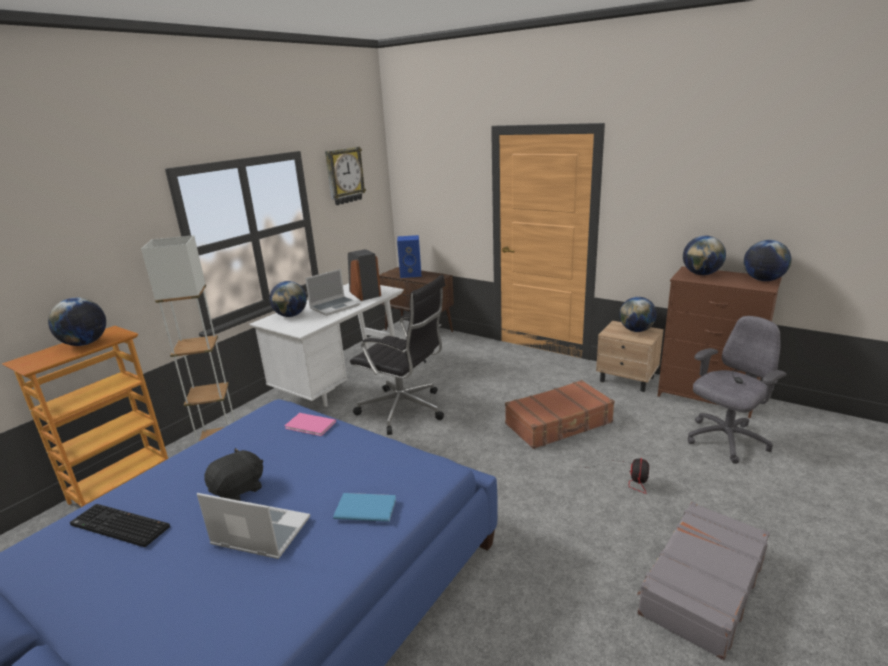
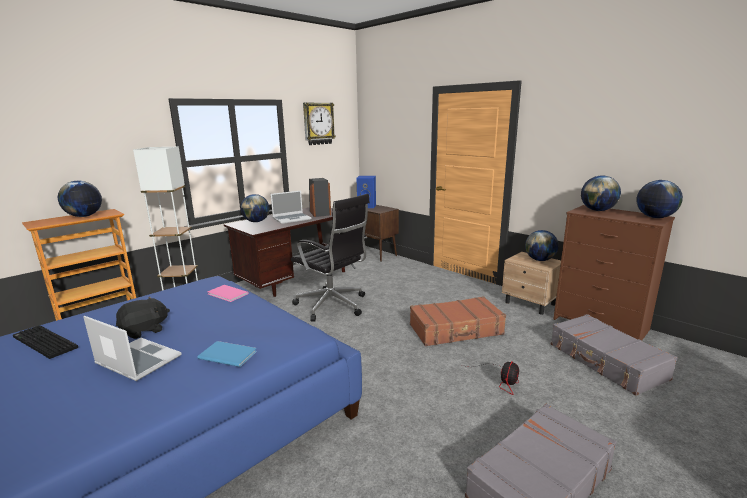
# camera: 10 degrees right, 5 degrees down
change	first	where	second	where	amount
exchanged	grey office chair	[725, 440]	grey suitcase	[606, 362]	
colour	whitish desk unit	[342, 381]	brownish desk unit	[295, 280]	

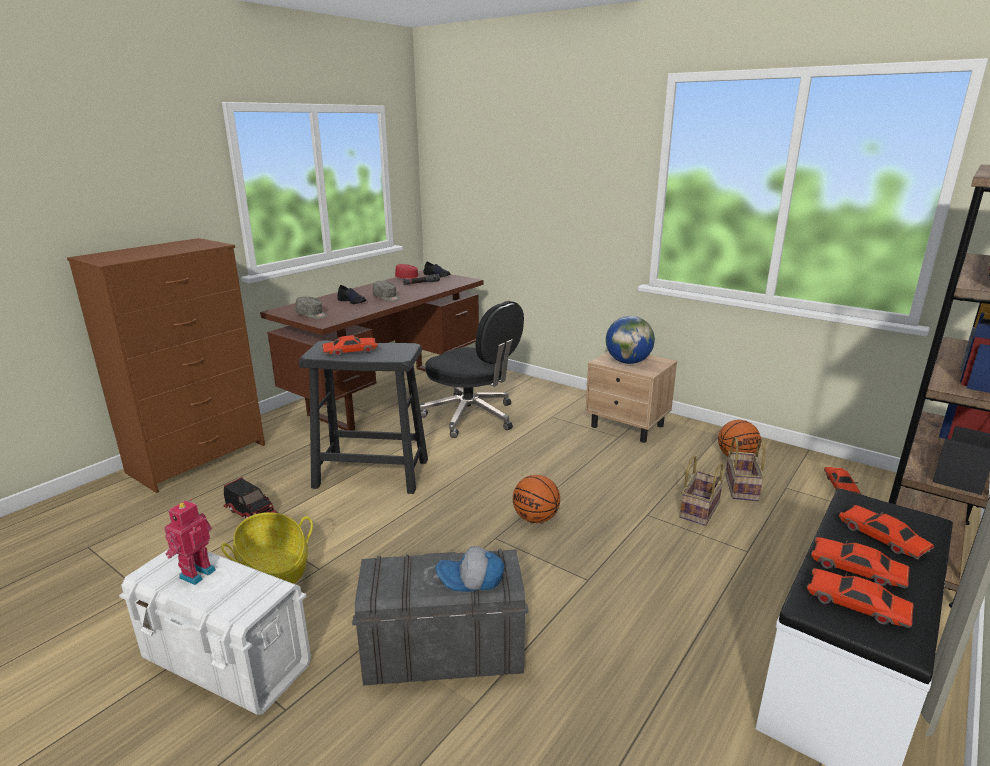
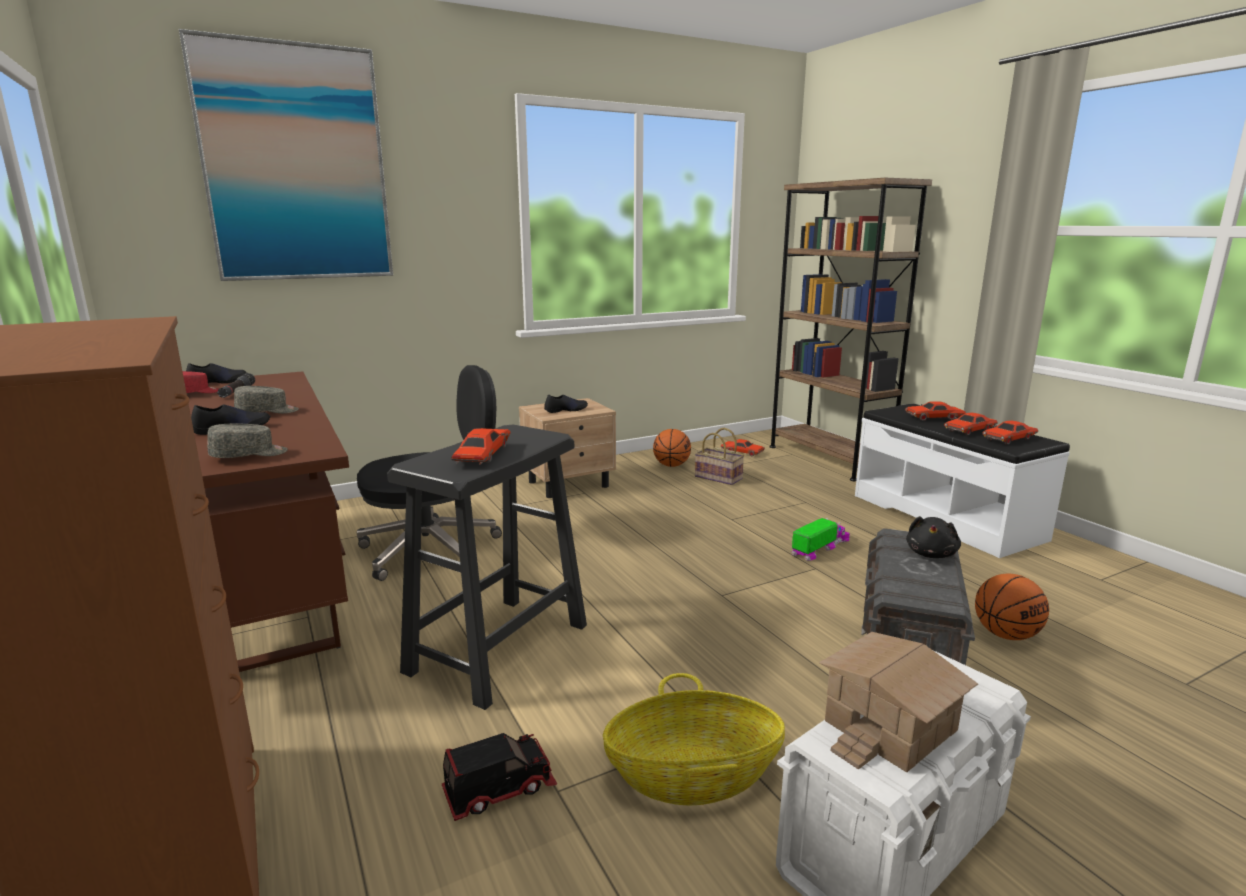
# camera: 65 degrees left, 5 degrees down
change	first	where	second	where	amount
missing	basket	[698, 509]			
appeared			wall art	[296, 165]	
appeared			toy truck	[820, 548]	
relocated	basketball	[535, 518]		[1006, 635]	
exchanged	model robot	[196, 573]	model house	[893, 727]	
exchanged	cap	[470, 579]	black soft toy	[931, 554]	
exchanged	world globe	[628, 362]	black item of footwear	[566, 410]	

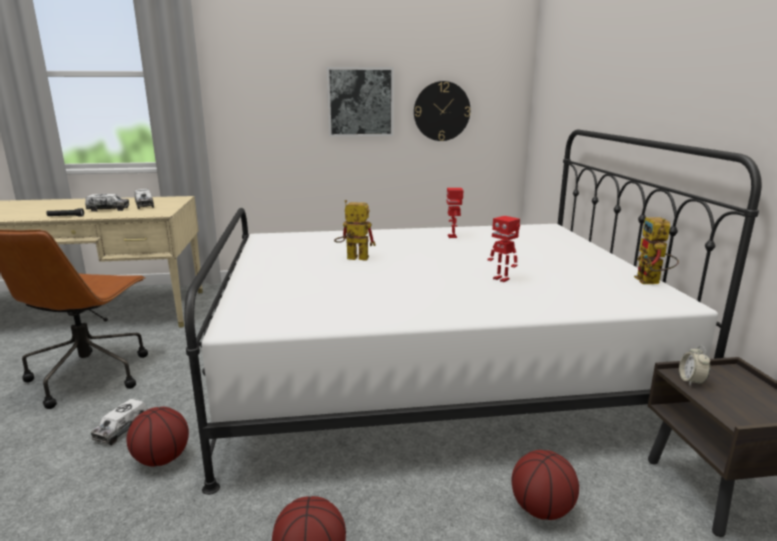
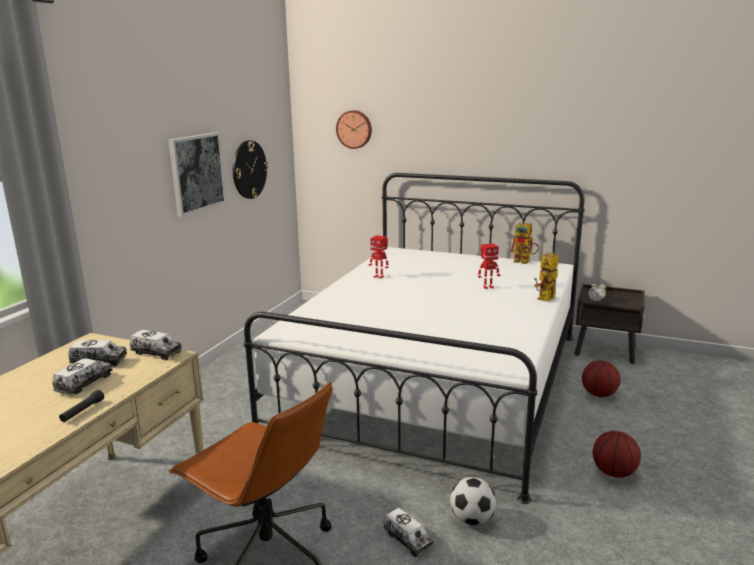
# camera: 60 degrees left, 0 degrees up
change	first	where	second	where	amount
appeared			toy truck	[156, 353]	
appeared			wall clock	[354, 129]	
relocated	model robot	[352, 258]		[546, 300]	
exchanged	basketball	[162, 459]	football ball	[472, 519]	

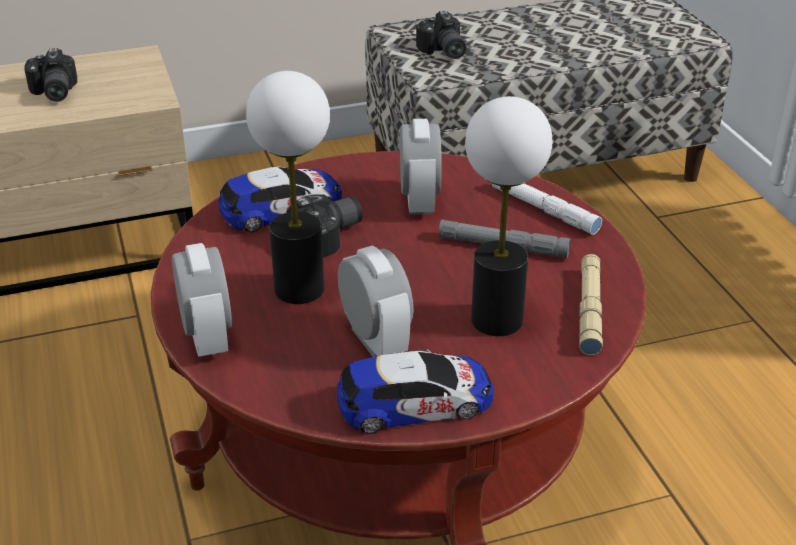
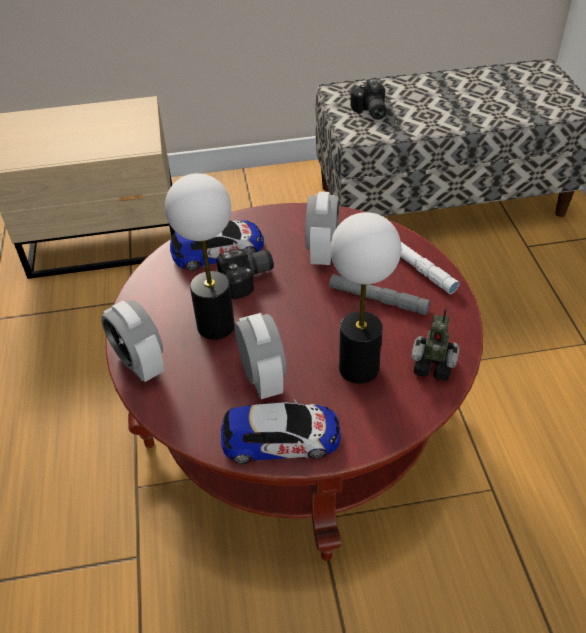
# camera: 10 degrees right, 10 degrees up
change	first	where	second	where	amount
missing	still camera	[52, 93]			
exchanged	sand-coloured flashlight	[589, 310]	model robot	[433, 366]	
spun	table clock	[207, 337]		[140, 364]	150 degrees clockwise

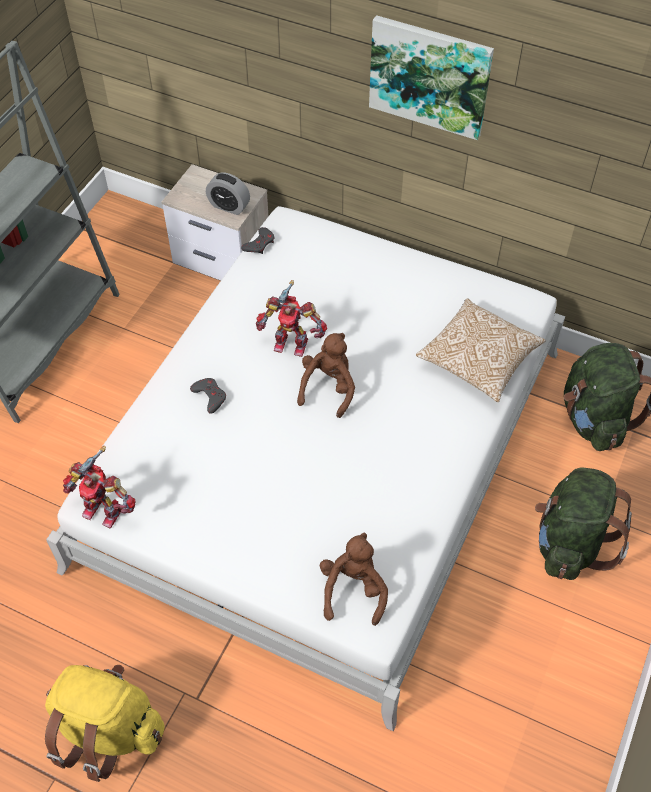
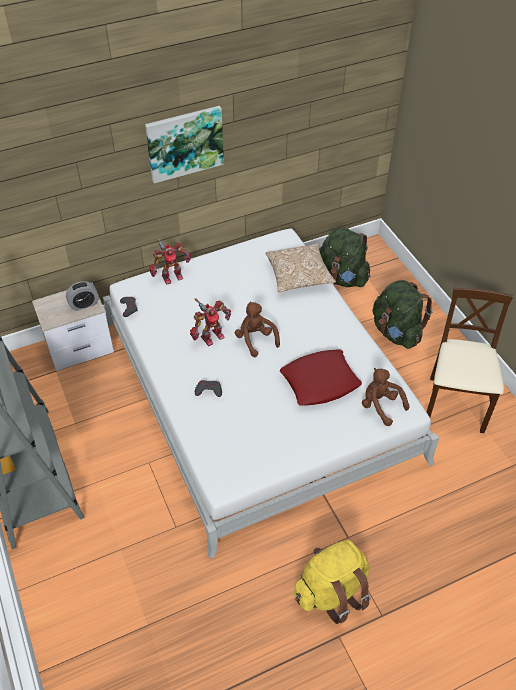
# camera: 50 degrees left, 5 degrees down
change	first	where	second	where	amount
appeared			reddish throw pillow	[320, 381]	
appeared			sand-coloured upright chair	[454, 405]	
relocated	model robot	[104, 509]		[171, 276]	

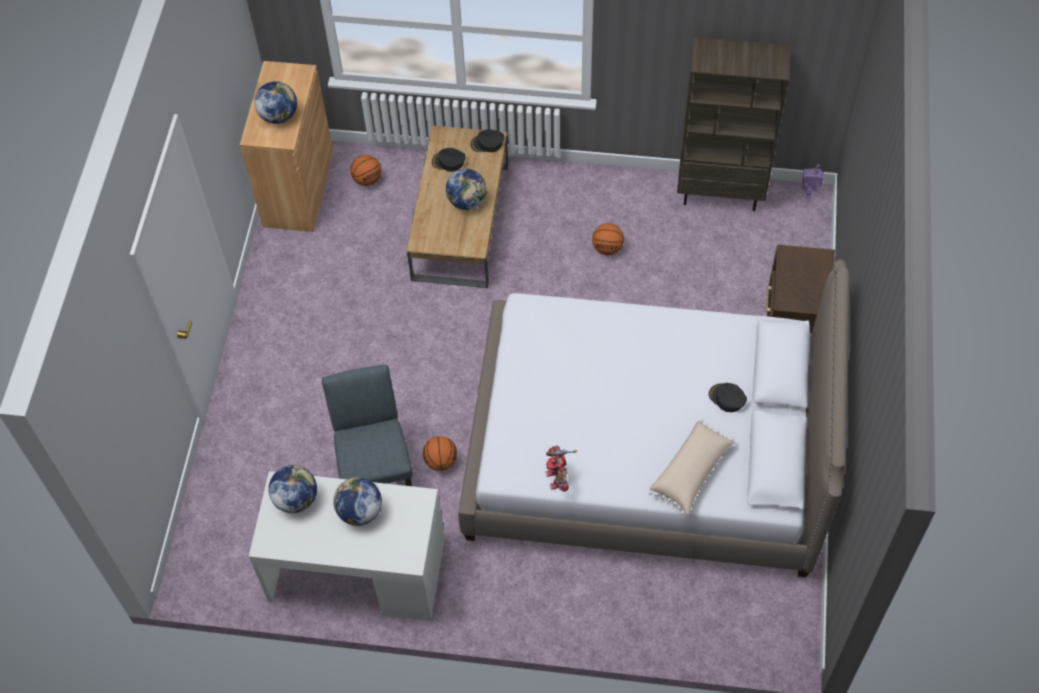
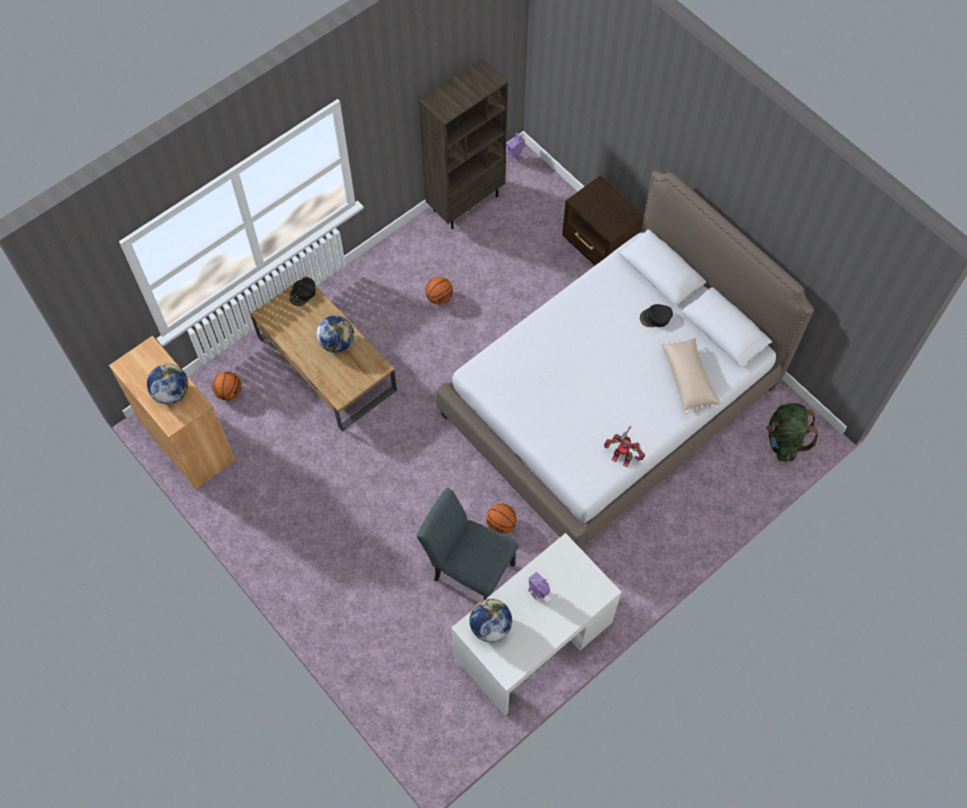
# camera: 50 degrees left, 5 degrees up
change	first	where	second	where	amount
missing	black cap	[448, 162]			
appeared			green-coloured backpack	[784, 440]	
exchanged	world globe	[360, 512]	model robot	[538, 593]	

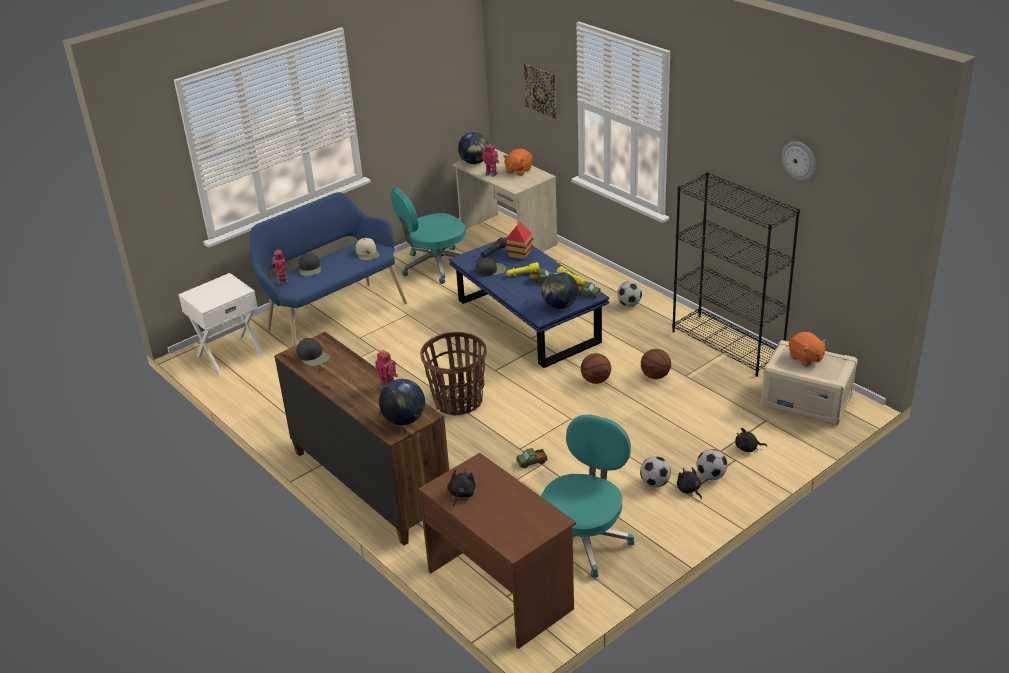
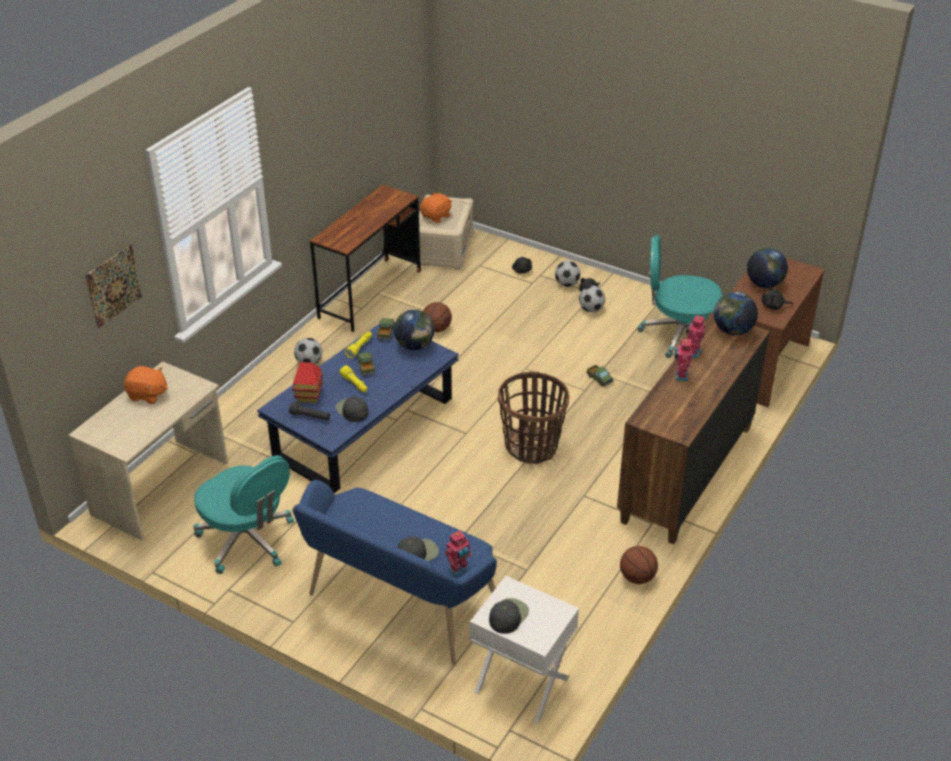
# camera: 110 degrees left, 5 degrees up
change	first	where	second	where	amount
missing	sand-coloured cap	[367, 253]			
missing	wall clock	[799, 160]			
relocated	black cap	[313, 356]		[508, 616]	
relocated	world globe	[474, 162]		[764, 284]	
relocated	model robot	[491, 173]		[680, 376]	
relocated	basketball	[596, 380]		[637, 577]	
exchanged	black shelving unit	[727, 345]	brownish desk unit	[370, 294]	

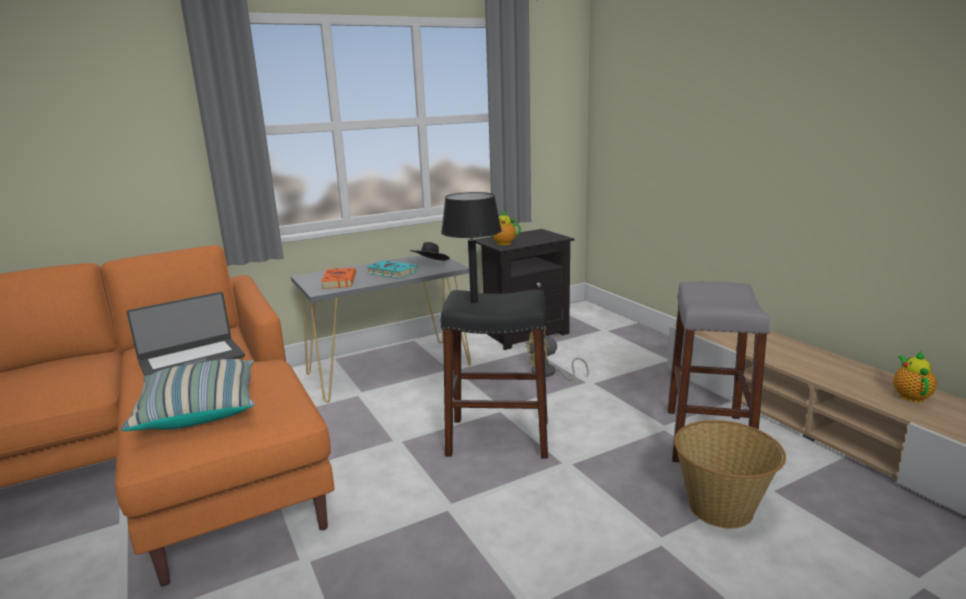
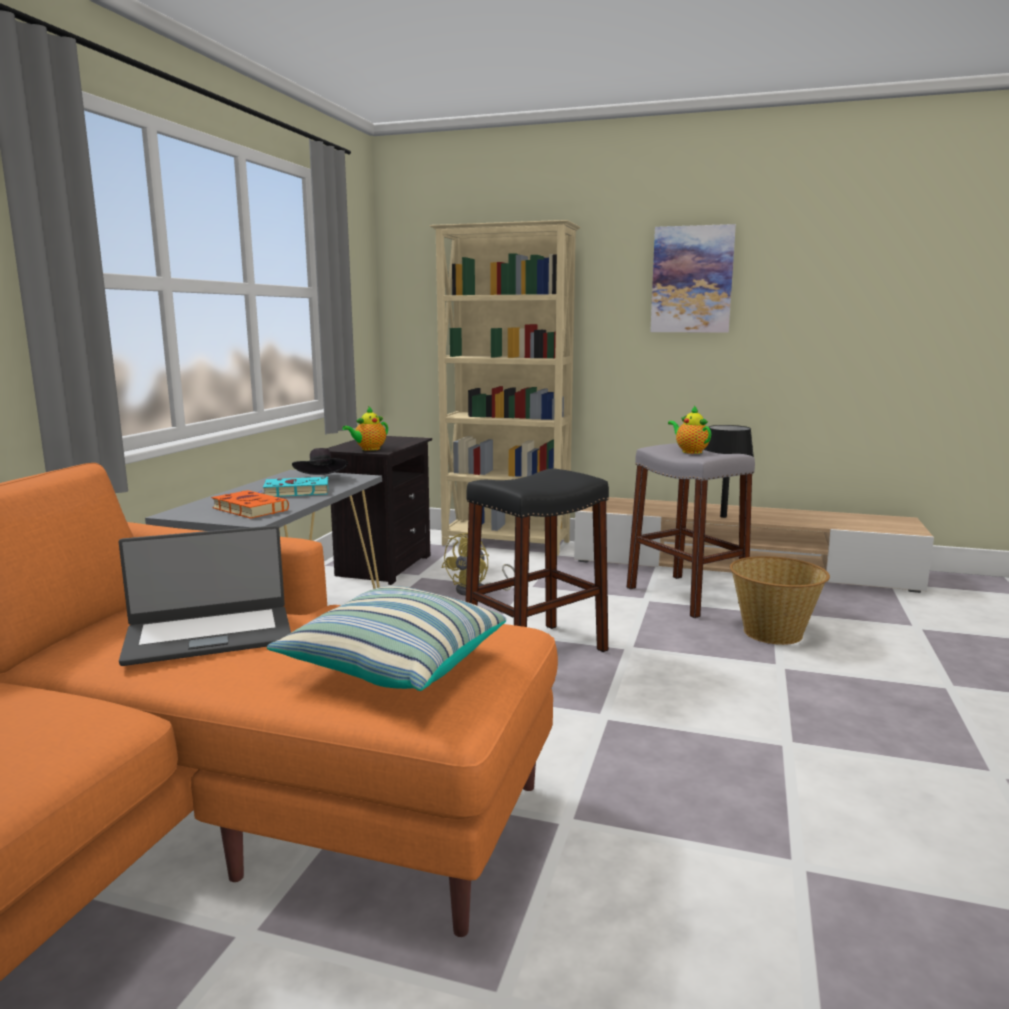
# camera: 45 degrees left, 5 degrees down
change	first	where	second	where	amount
appeared			sand-coloured shelving unit	[506, 544]	
appeared			wall art	[692, 280]	
relocated	black tabletop lamp	[474, 302]		[723, 516]	
relocated	pot for tea	[910, 396]		[690, 451]	
spun	laptop	[191, 359]		[209, 635]	60 degrees clockwise

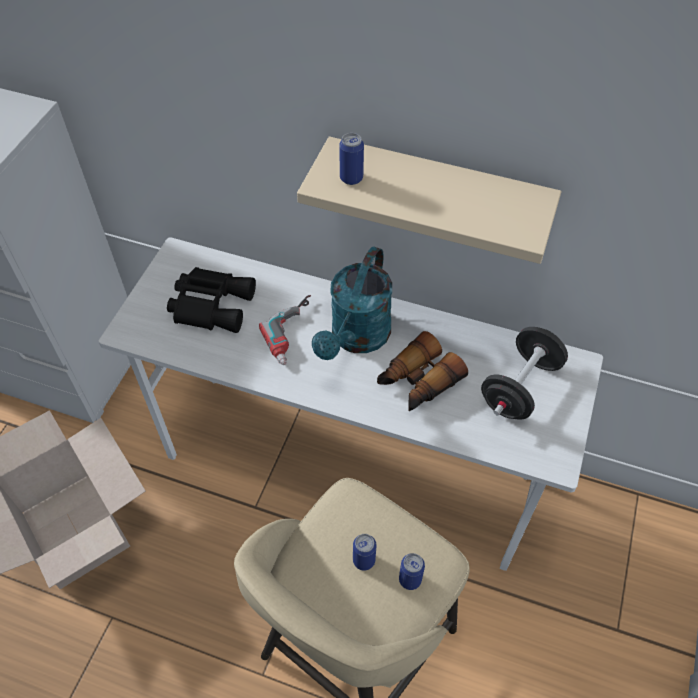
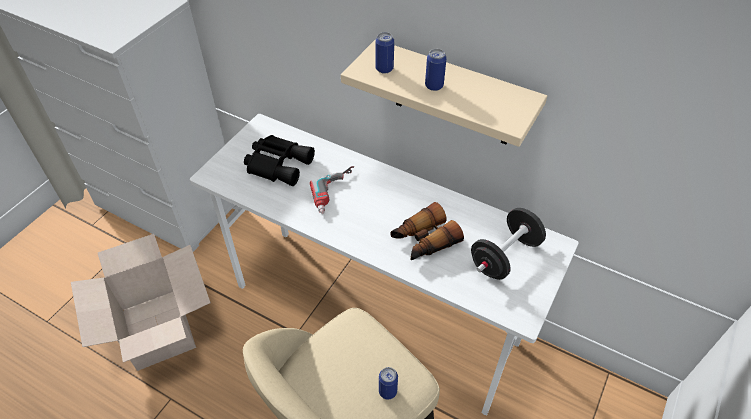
# camera: 10 degrees right, 5 degrees down
change	first	where	second	where	amount
missing	blue-green watering pot	[356, 338]			
relocated	metal can	[364, 560]		[434, 86]	

